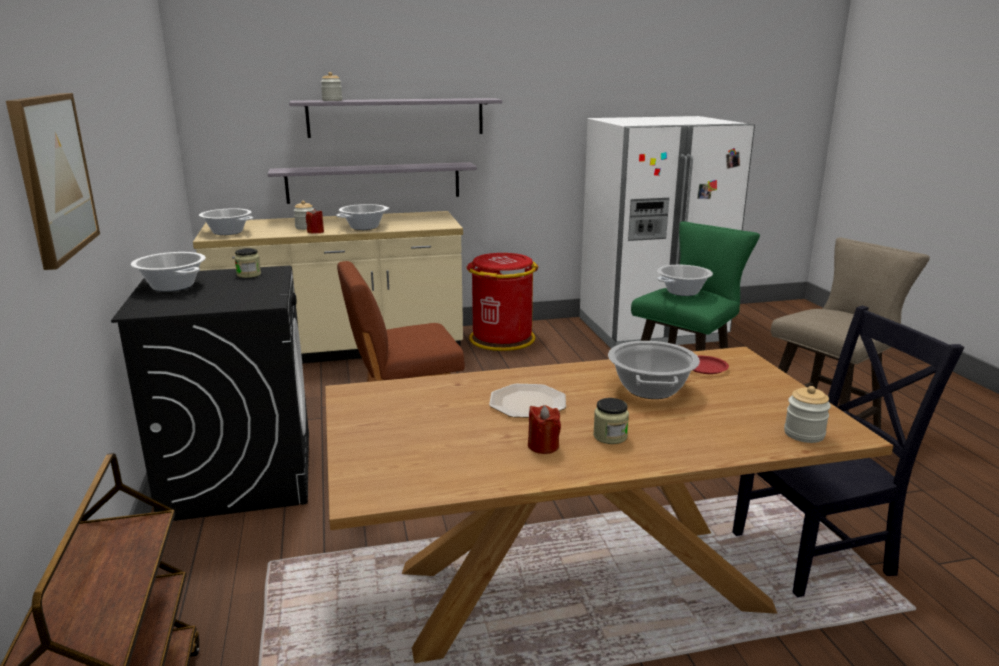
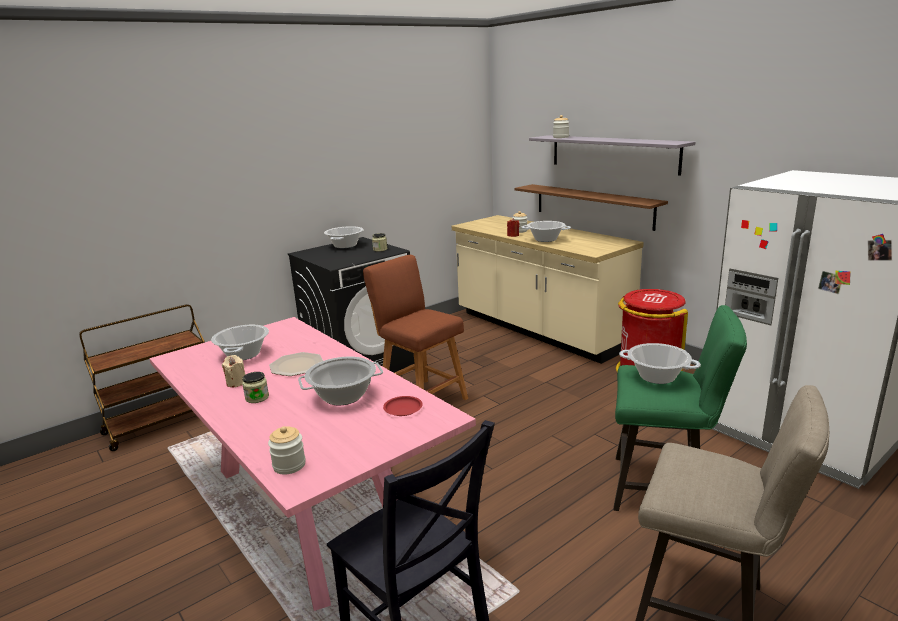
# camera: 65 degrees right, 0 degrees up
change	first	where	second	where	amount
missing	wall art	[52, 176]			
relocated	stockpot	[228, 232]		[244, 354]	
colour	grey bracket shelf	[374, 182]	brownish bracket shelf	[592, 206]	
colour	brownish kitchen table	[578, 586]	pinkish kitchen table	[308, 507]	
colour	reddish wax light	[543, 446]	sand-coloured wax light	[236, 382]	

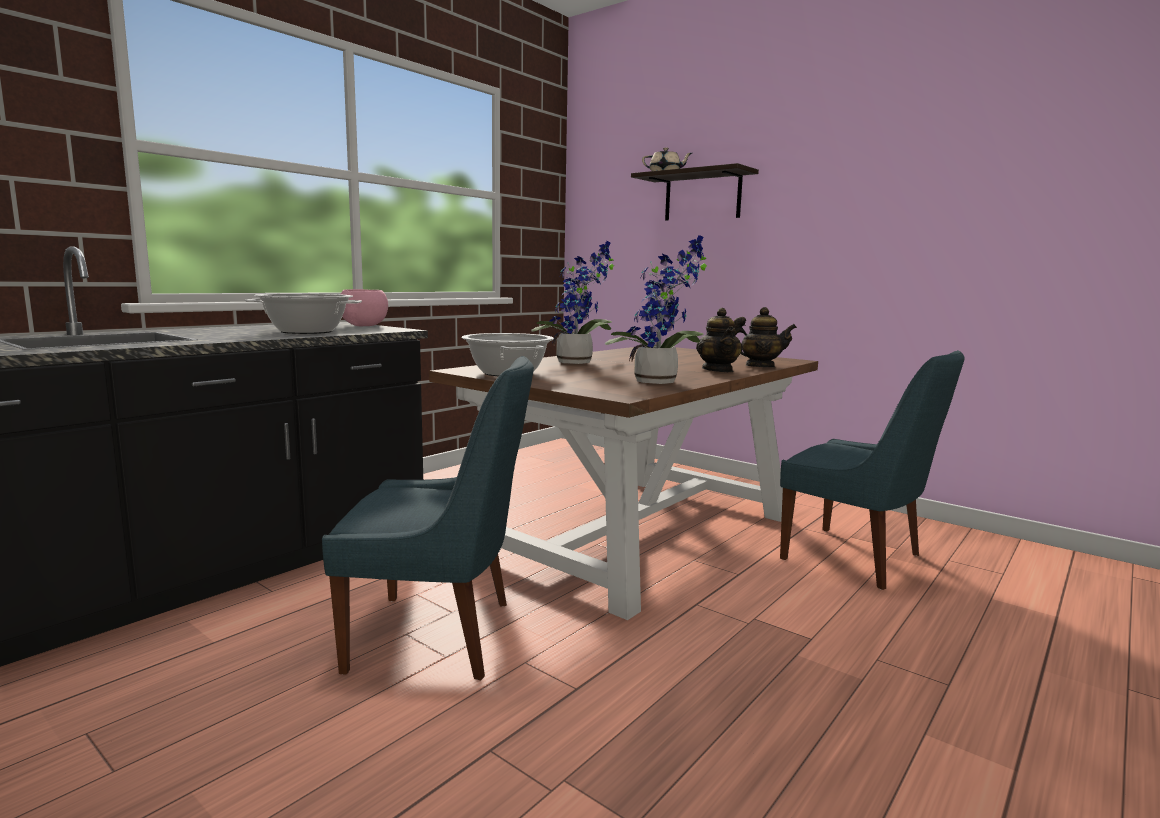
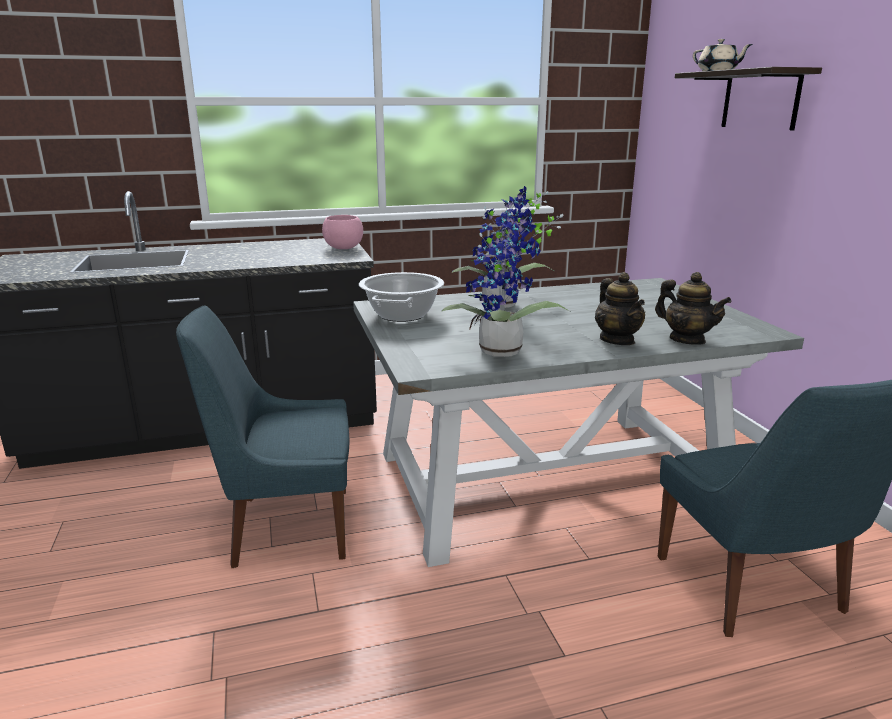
# camera: 35 degrees right, 10 degrees up
change	first	where	second	where	amount
missing	stockpot	[307, 331]			
colour	brownish kitchen table	[636, 532]	grey kitchen table	[550, 479]	
spun	blue-coloured upright chair	[439, 636]		[286, 527]	135 degrees clockwise
spun	pot for tea	[718, 370]		[617, 340]	45 degrees counterclockwise

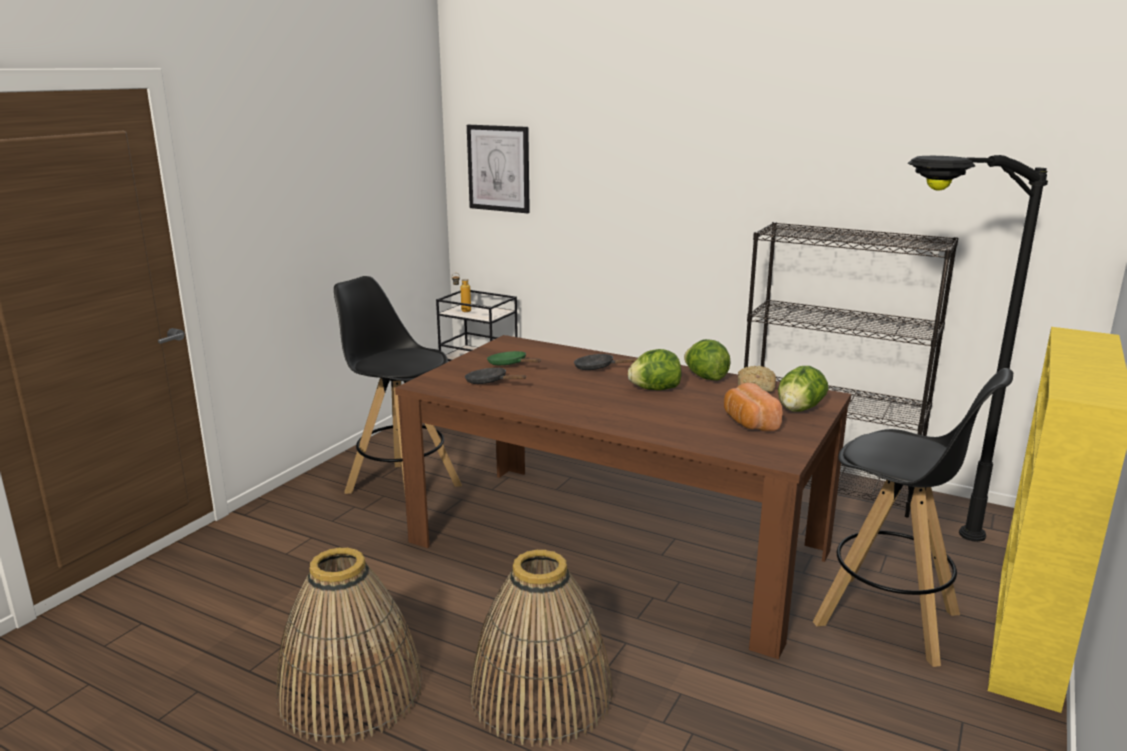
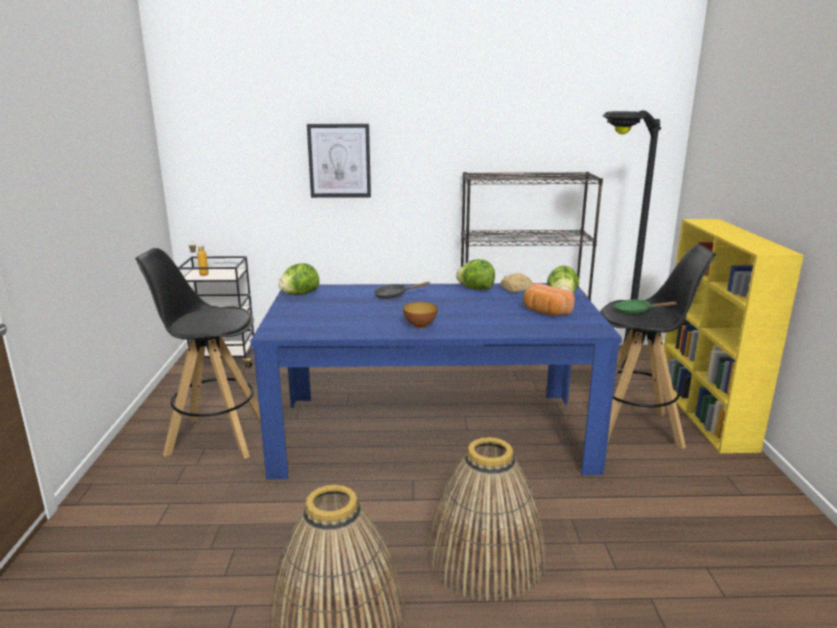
# camera: 30 degrees left, 0 degrees up
change	first	where	second	where	amount
missing	black pan	[490, 382]			
appeared			deep dish	[420, 326]	
relocated	wall art	[498, 168]		[339, 161]	
relocated	green-coloured pan	[510, 365]		[636, 311]	
relocated	head of lettuce	[654, 389]		[299, 294]	
colour	brownish kitchen table	[617, 546]	blue-coloured kitchen table	[432, 433]	

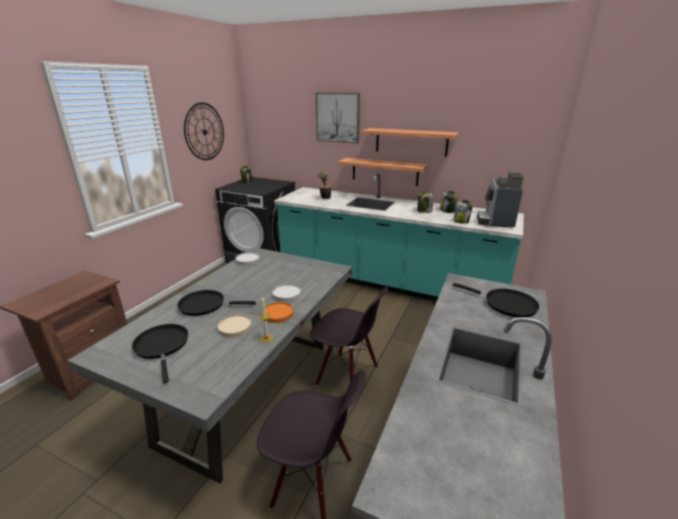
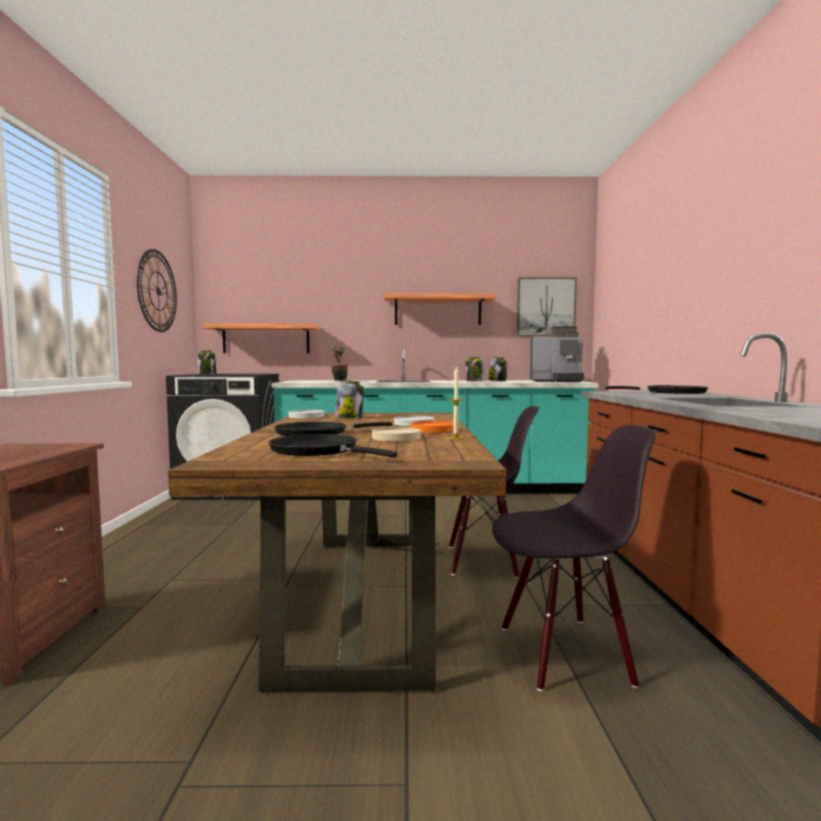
# camera: 25 degrees left, 20 degrees down
change	first	where	second	where	amount
relocated	wall art	[338, 117]		[545, 307]	
relocated	bracket shelf	[384, 171]		[266, 339]	
relocated	jar	[461, 221]		[349, 417]	
colour	grey kitchen table	[250, 389]	brownish kitchen table	[363, 597]	
spun	coffee maker	[496, 221]		[557, 381]	75 degrees counterclockwise

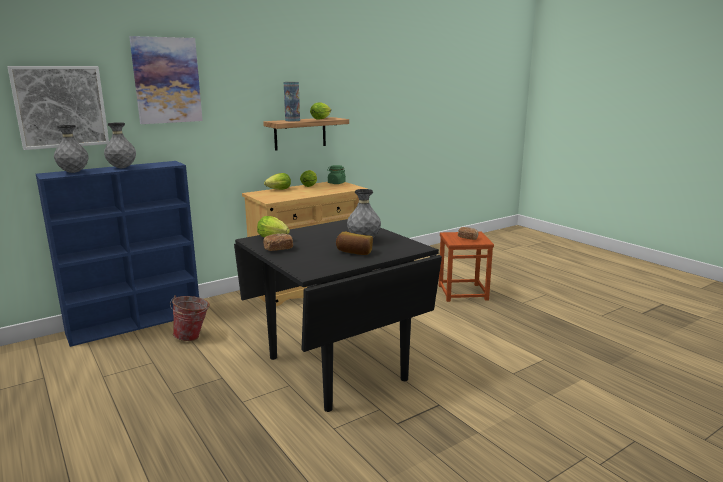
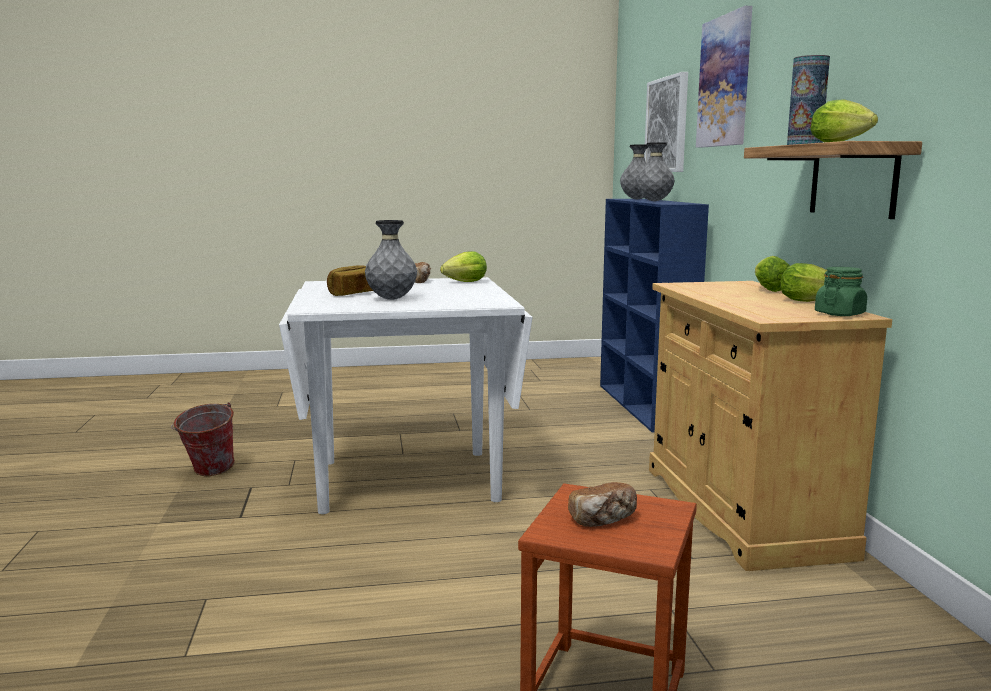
# camera: 115 degrees right, 5 degrees down
change	first	where	second	where	amount
relocated	water bucket	[193, 337]		[207, 473]	
colour	black kitchen table	[335, 368]	whitish kitchen table	[407, 479]	

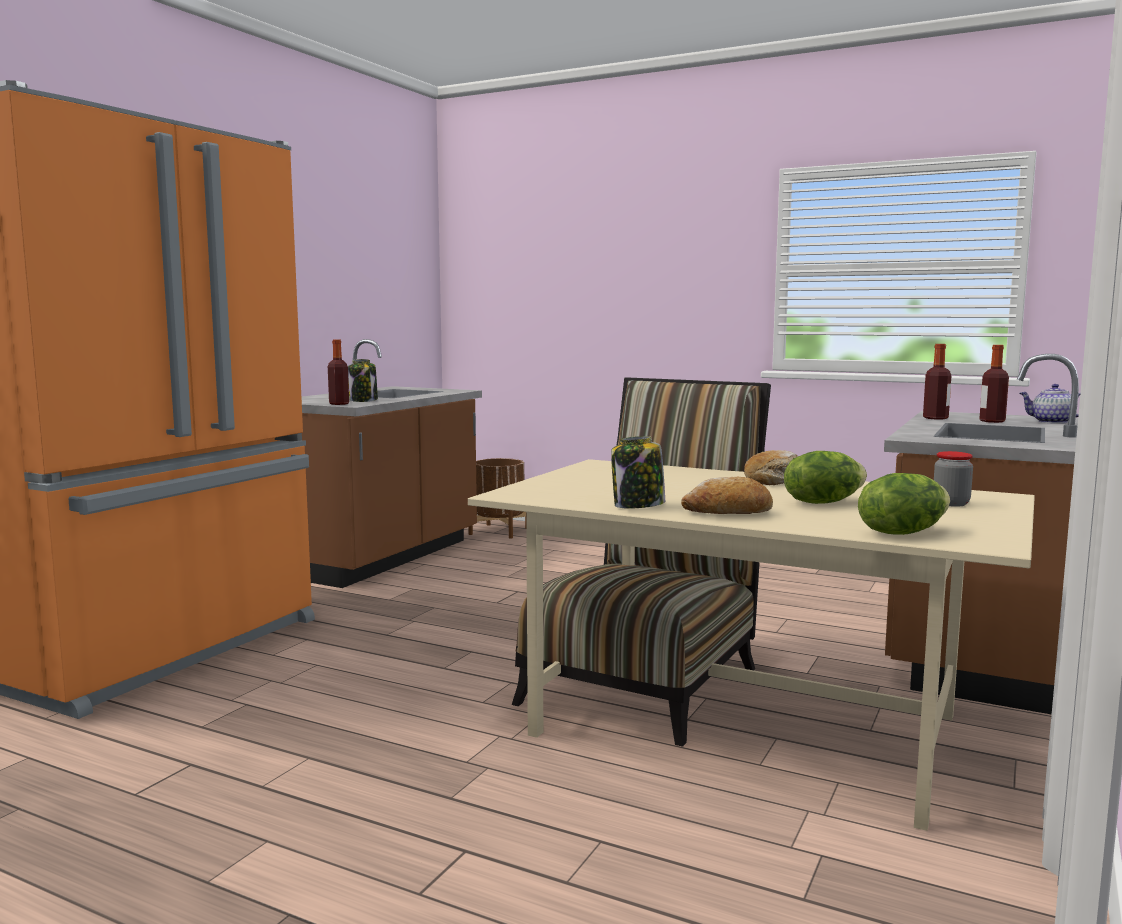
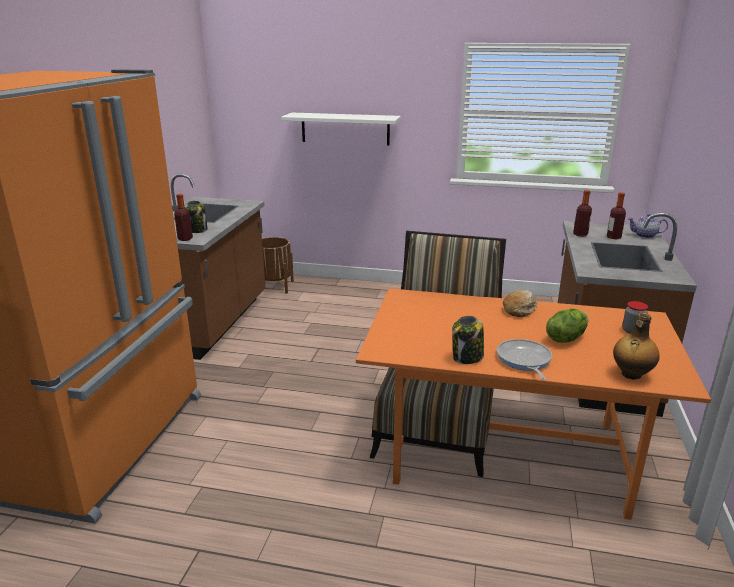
# camera: 15 degrees left, 15 degrees up
change	first	where	second	where	amount
appeared			whitish bracket shelf	[345, 128]	
exchanged	bread	[728, 512]	pan	[524, 360]	
exchanged	head of lettuce	[902, 532]	beverage bottle	[631, 374]	
colour	sand-coloured kitchen table	[749, 724]	orangey kitchen table	[509, 451]	

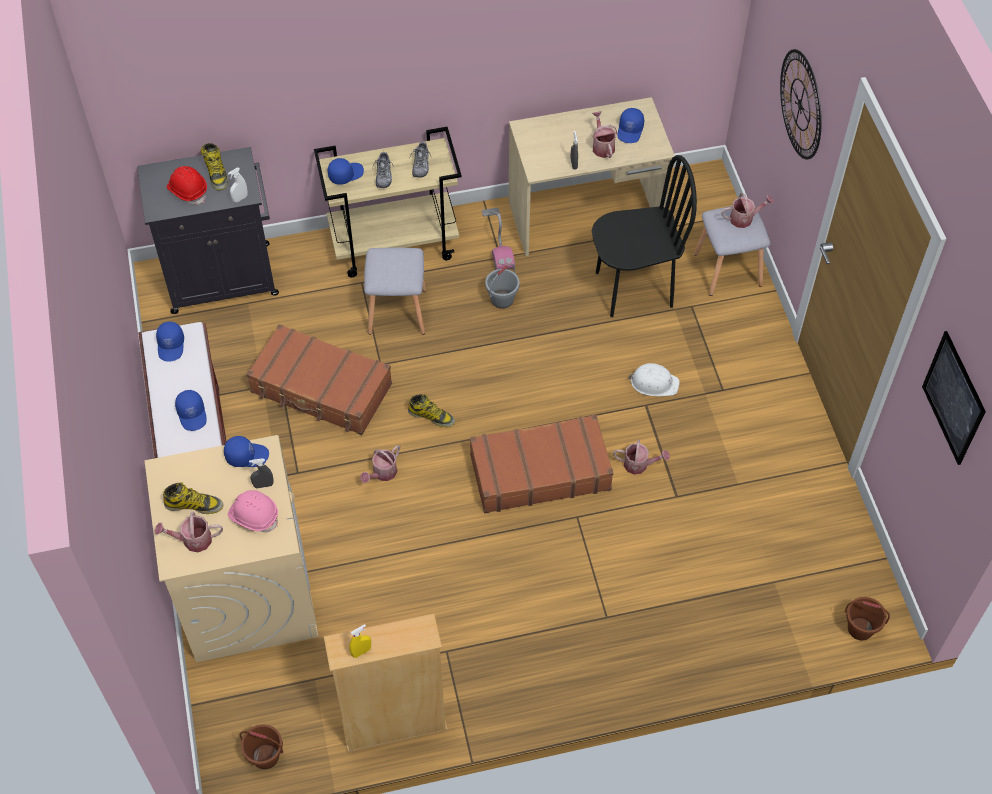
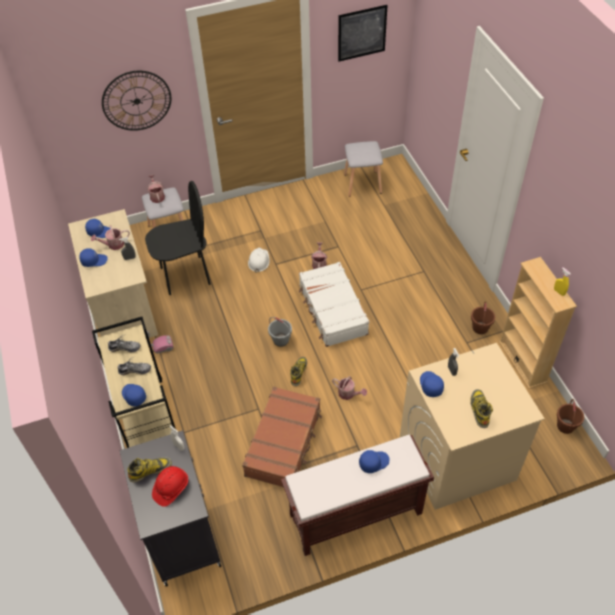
# camera: 95 degrees left, 5 degrees down
change	first	where	second	where	amount
missing	watering pot	[193, 540]			
missing	pinkish work helmet	[254, 516]			
relocated	blue-coloured cap	[171, 345]		[94, 260]	
relocated	grey sitting stool	[396, 310]		[362, 184]	
relocated	grey water bucket	[502, 299]		[280, 340]	
relocated	brownish water bucket	[860, 629]		[480, 328]	
colour	brownish suitcase	[539, 471]	whitish suitcase	[332, 310]	
spun	black upright chair	[633, 288]		[185, 275]	90 degrees clockwise

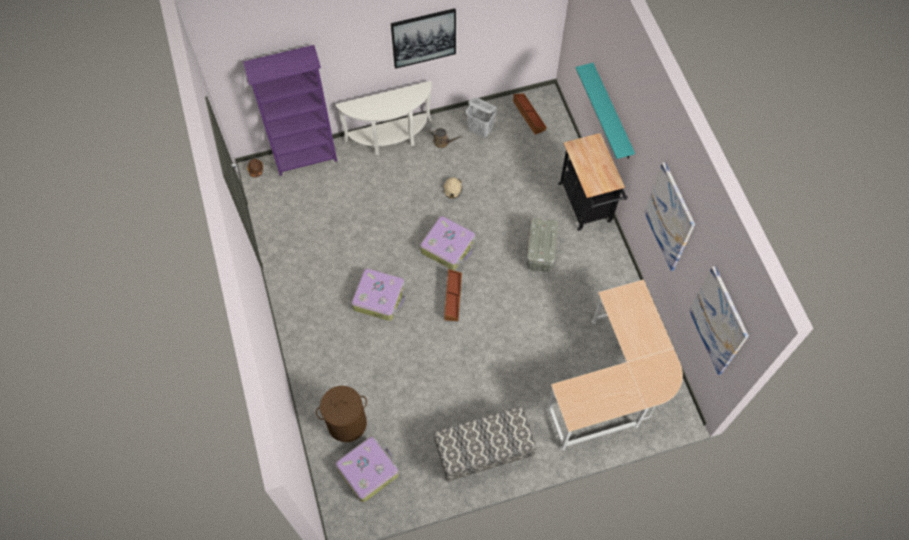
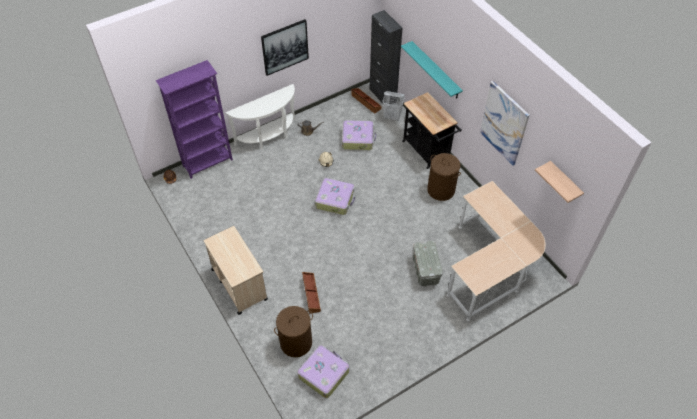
# camera: 15 degrees left, 10 degrees down
change	first	where	second	where	amount
missing	bench	[483, 451]			
appeared			sand-coloured cart	[239, 284]	
appeared			black storage cabinet	[382, 95]	
appeared			brownish washing basket	[441, 190]	
relocated	suitcase	[379, 297]		[358, 138]	
relocated	brownish storage box	[452, 297]		[311, 294]	
relocated	whitish washing basket	[480, 130]		[392, 116]	
relocated	grey storage box	[540, 253]		[426, 270]	
exchanged	wall art	[718, 321]	bracket shelf	[564, 182]	

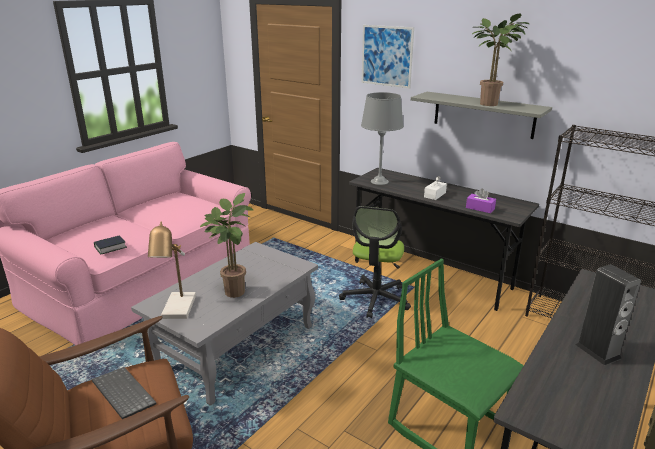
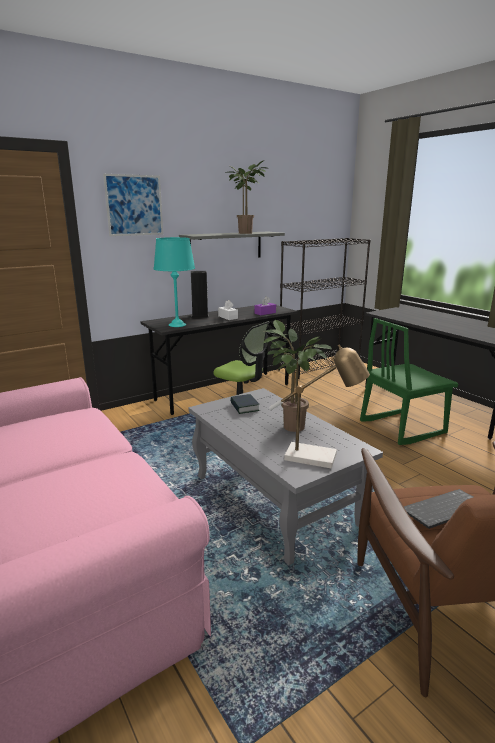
# camera: 70 degrees left, 5 degrees down
change	first	where	second	where	amount
relocated	volume	[110, 247]		[244, 407]	
relocated	audio speaker	[598, 351]		[200, 316]	
colour	grey tabletop lamp	[379, 181]	blue-green tabletop lamp	[177, 325]	

